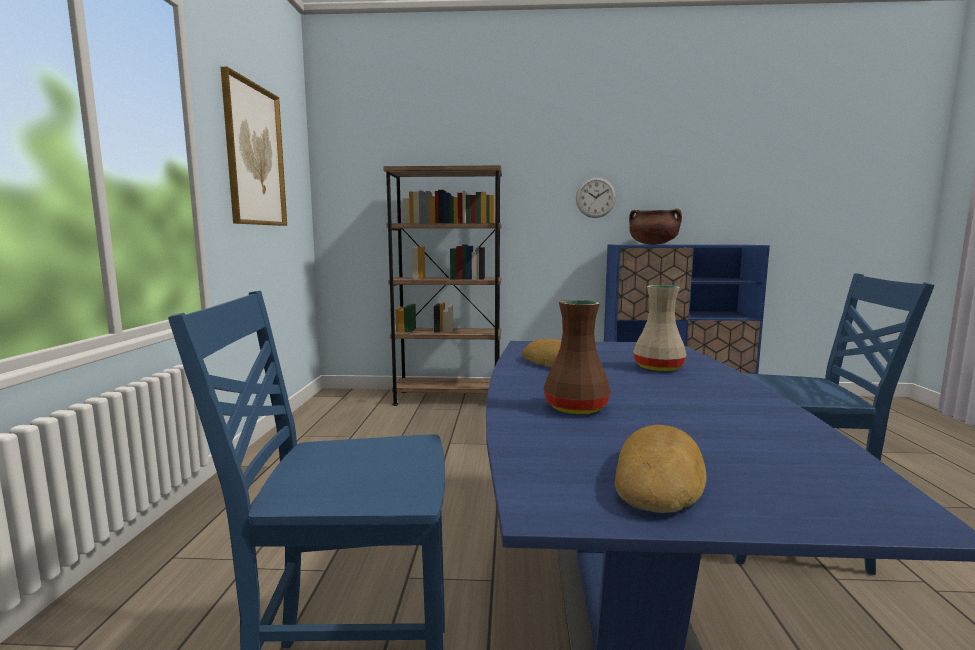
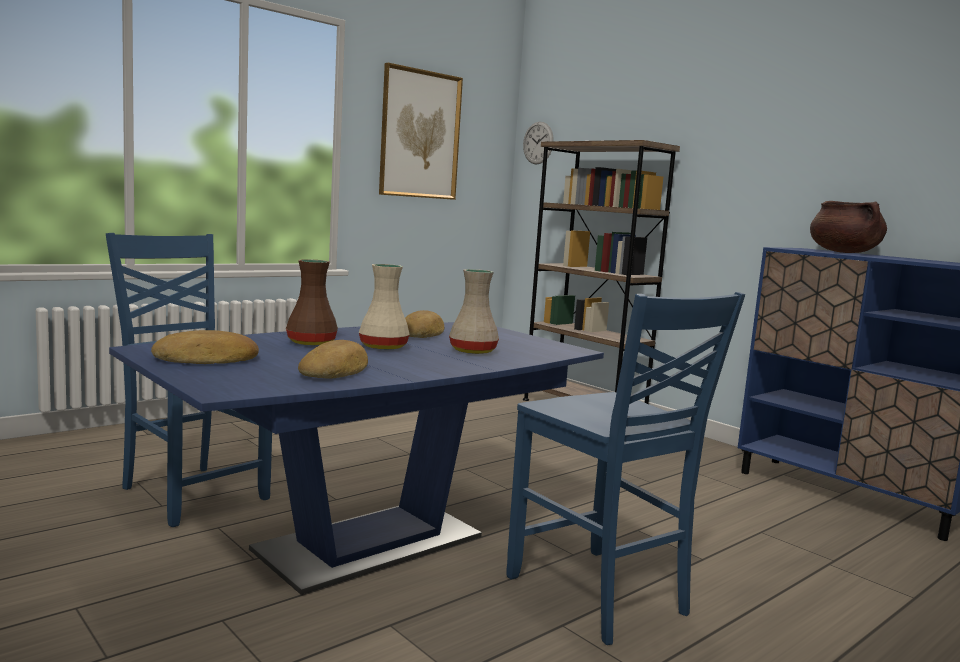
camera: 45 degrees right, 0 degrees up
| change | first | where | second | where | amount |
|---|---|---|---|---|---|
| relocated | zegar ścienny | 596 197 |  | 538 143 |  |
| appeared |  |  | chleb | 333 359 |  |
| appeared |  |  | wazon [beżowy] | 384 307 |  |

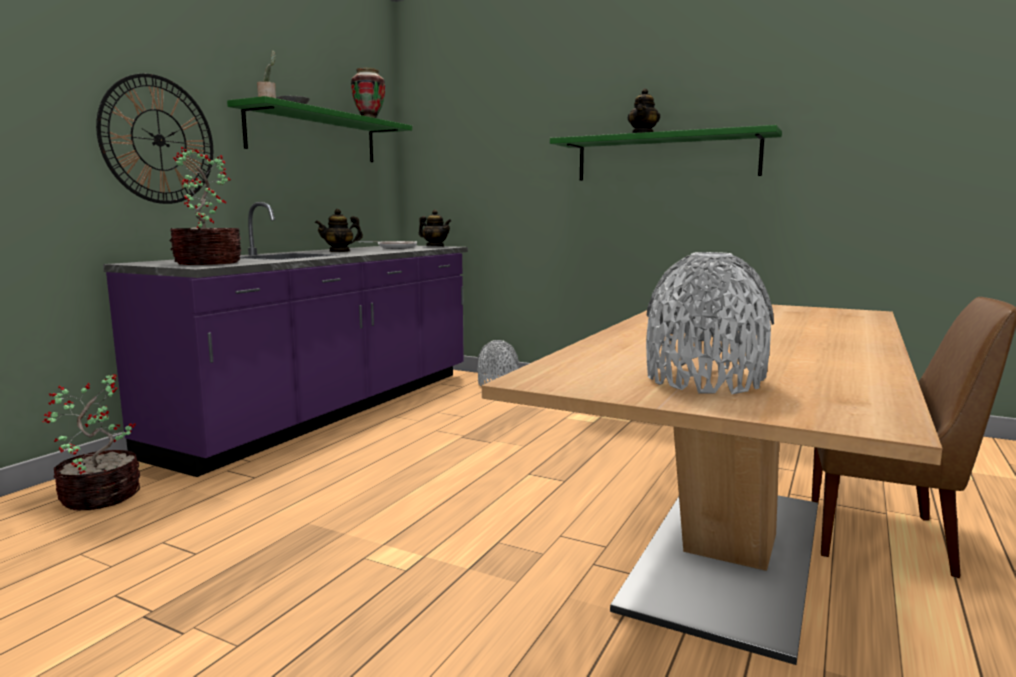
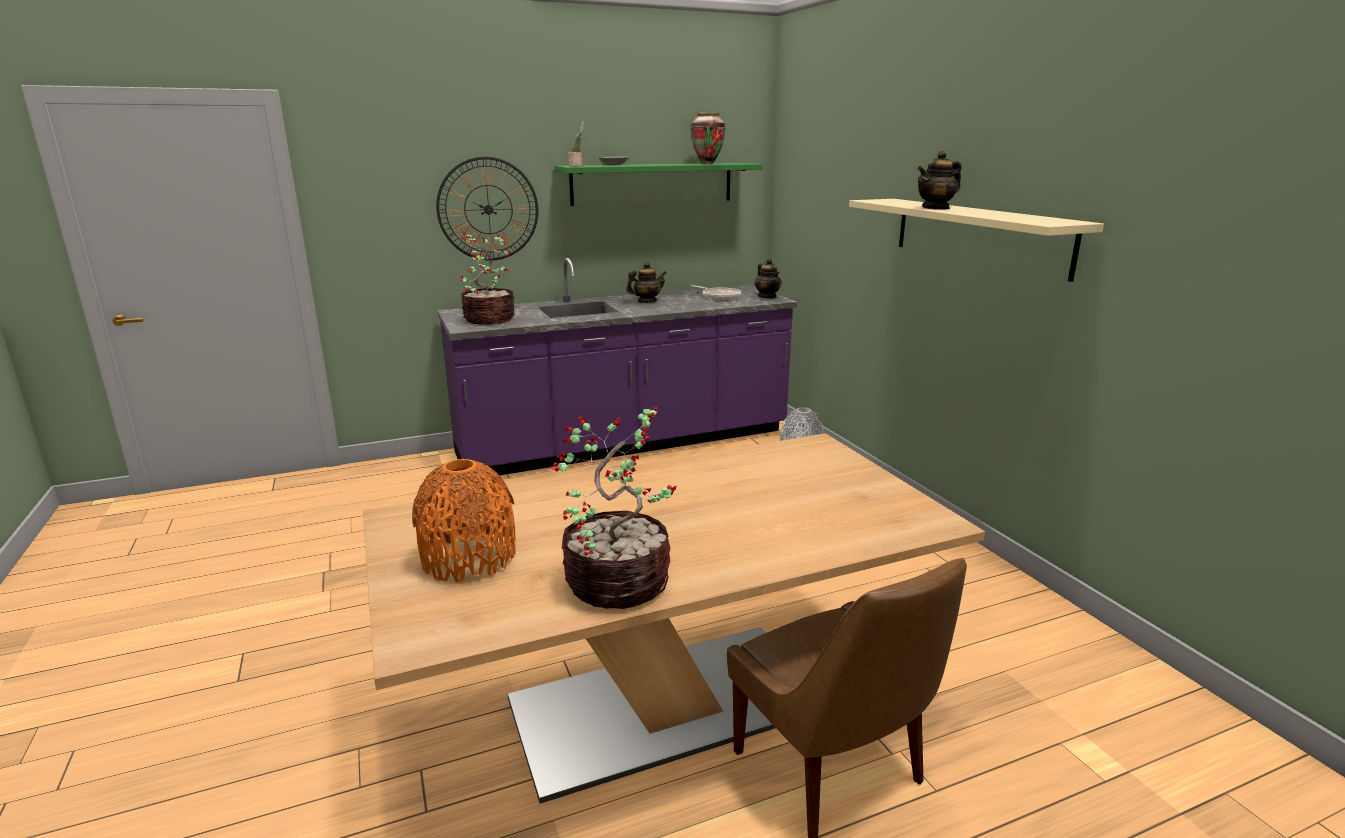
camera: 40 degrees right, 10 degrees up
| change | first | where | second | where | amount |
|---|---|---|---|---|---|
| relocated | roślina doniczkowa | 91 442 |  | 613 508 |  |
| spun | imbryk | 339 230 |  | 646 282 | 135 degrees clockwise |
| colour | półka [zielony] | 666 152 | półka [beżowy] | 976 240 |  |
| colour | wazon [szary] | 710 323 | wazon [pomarańczowy] | 463 520 |  |

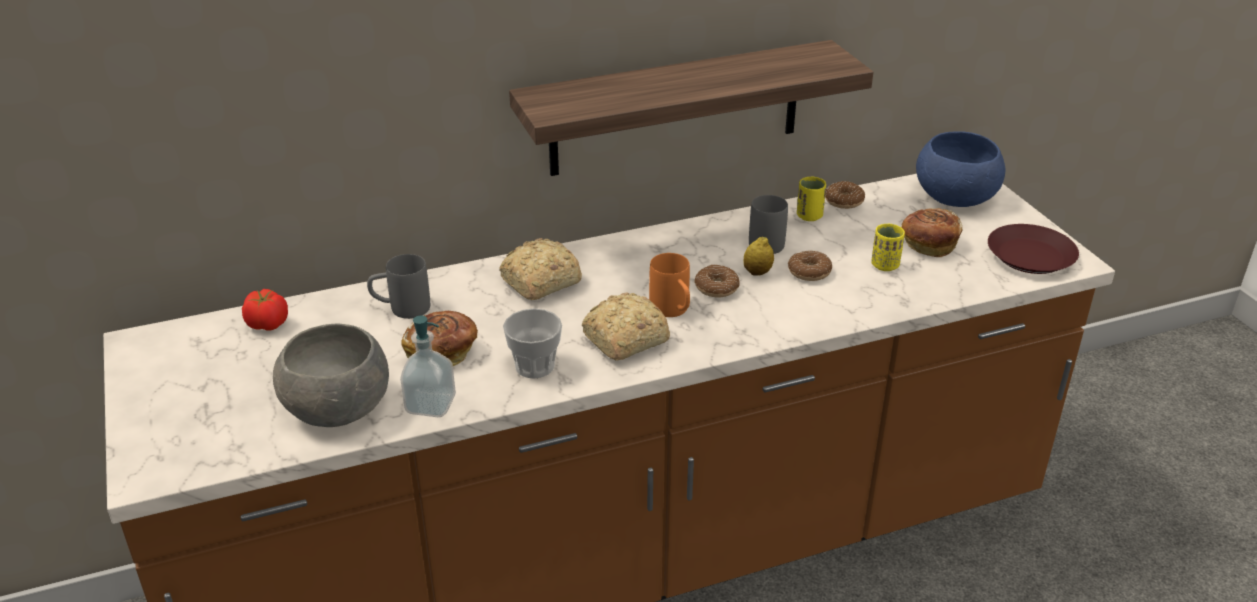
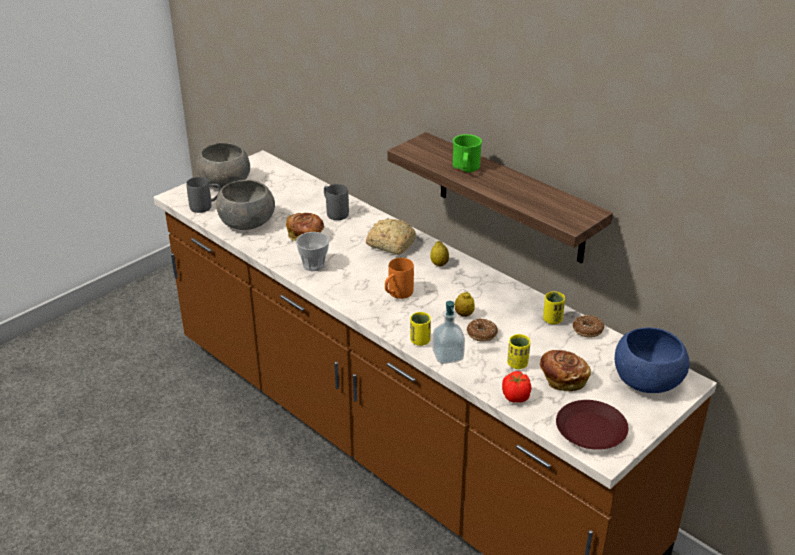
camera: 65 degrees right, 0 degrees up
| change | first | where | second | where | amount |
|---|---|---|---|---|---|
| relocated | pomidor | 265 310 |  | 516 387 |  |
| relocated | dozownik mydła | 428 366 |  | 448 332 |  |
| missing | chleb | 626 326 |  |  |  |
| missing | donut | 717 281 |  |  |  |
| relocated | kubek [szary] | 768 224 |  | 203 195 |  |
| appeared |  |  | miska [szary] | 223 165 |  |
| appeared |  |  | filiżanka [żółty] | 420 329 |  |
| appeared |  |  | cytryna | 439 254 |  |
| appeared |  |  | kubek [zielony] | 467 153 |  |

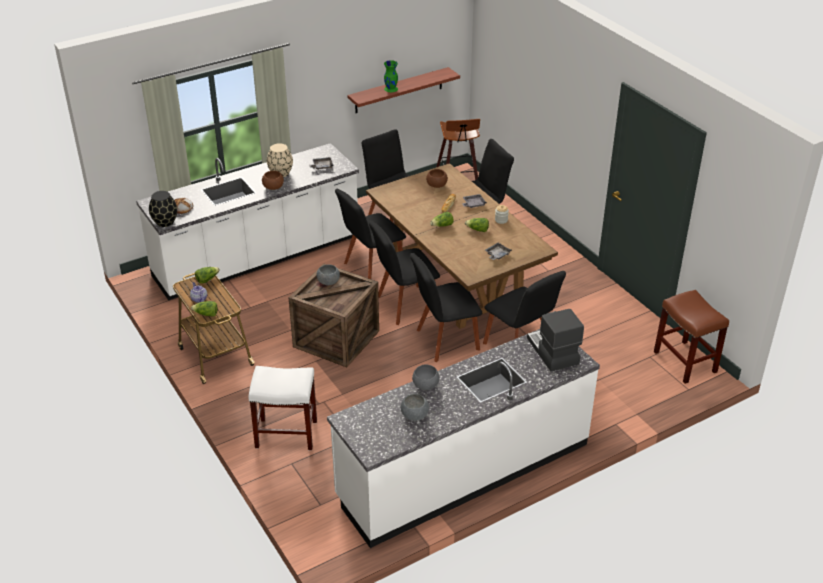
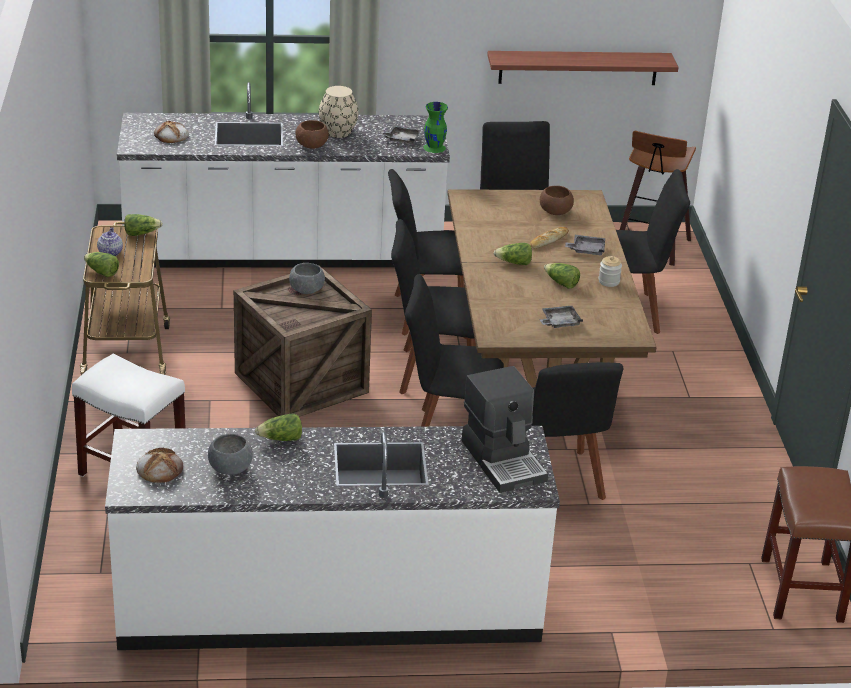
camera: 25 degrees right, 5 degrees down
| change | first | where | second | where | amount |
|---|---|---|---|---|---|
| missing | wazon [czarny] | 163 209 |  |  |  |
| relocated | wazon [zielony] | 391 76 |  | 435 127 |  |
| exchanged | miska [szary] | 425 377 | sałata | 278 427 |  |
| spun | ekspres do kawy | 555 340 |  | 505 429 | 150 degrees clockwise |
| appeared |  |  | chleb | 159 465 |  |

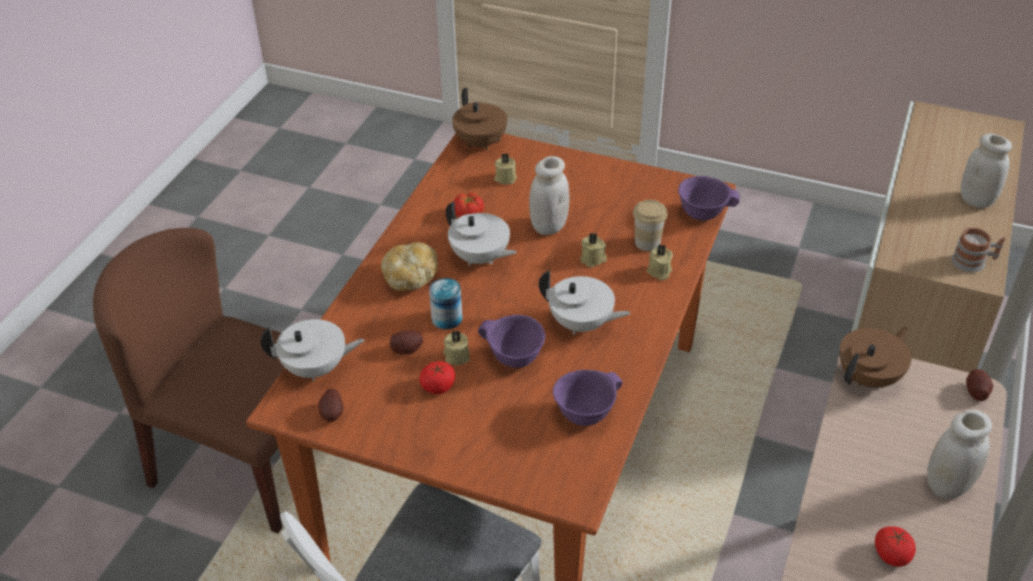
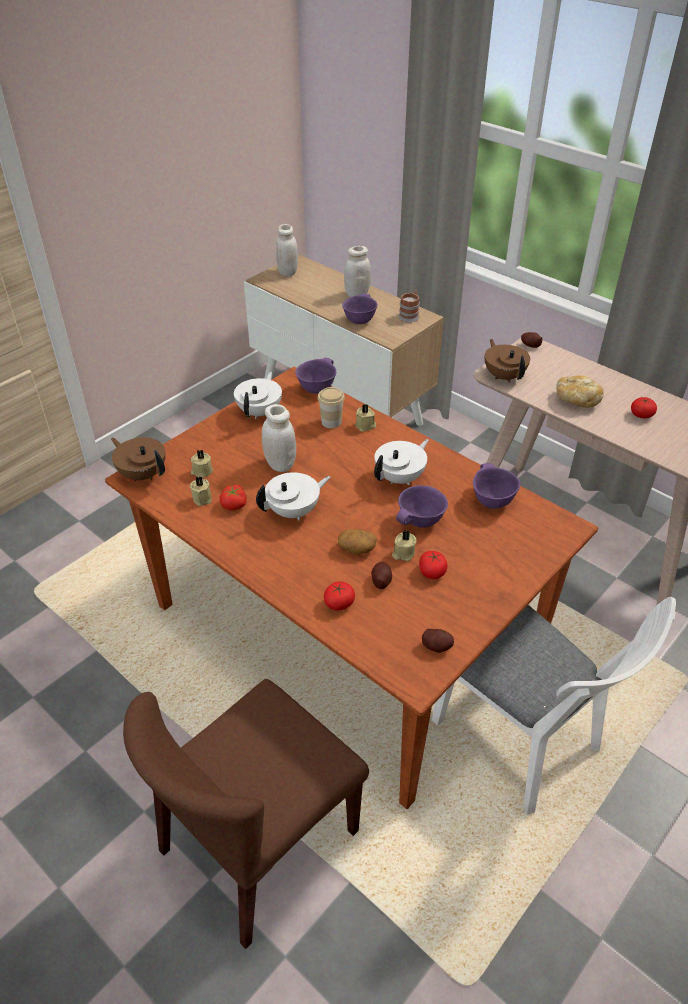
camera: 70 degrees left, 0 degrees up
| change | first | where | second | where | amount |
|---|---|---|---|---|---|
| relocated | imbryk [biały] | 313 350 |  | 258 395 |  |
| relocated | chleb | 409 266 |  | 580 391 |  |
| exchanged | puszka | 445 304 | ziemniak | 357 541 |  |
| spun | imbryk [brązowy] | 479 119 |  | 138 459 | 135 degrees counterclockwise |
| relocated | świeca [beżowy] | 593 249 |  | 201 491 |  |
| relocated | słoik [biały] | 959 454 |  | 287 250 |  |
| appeared |  |  | pomidor | 339 595 |  |
| appeared |  |  | miska [fioletowy] | 360 308 |  |

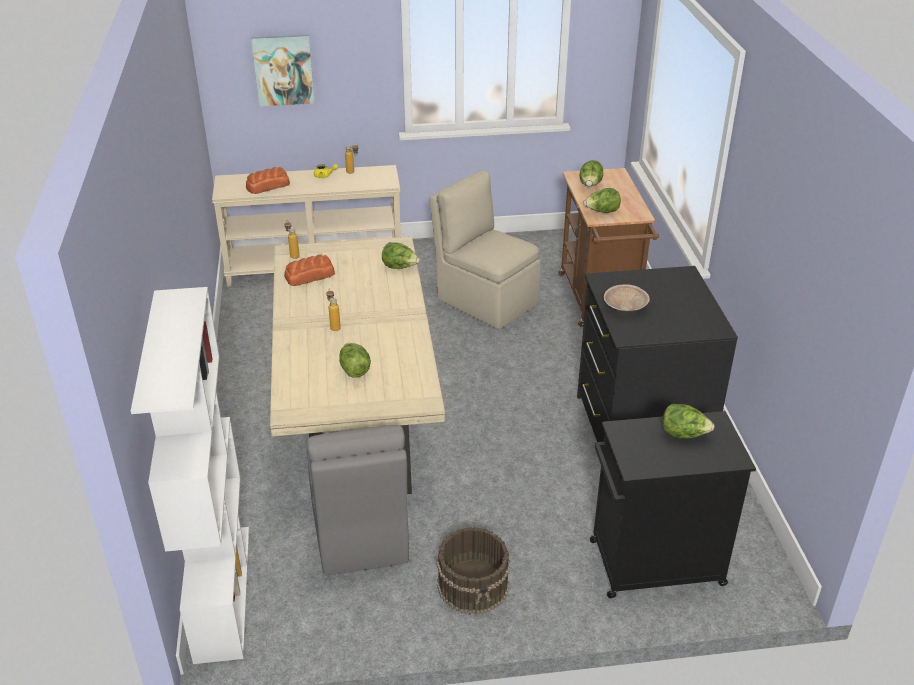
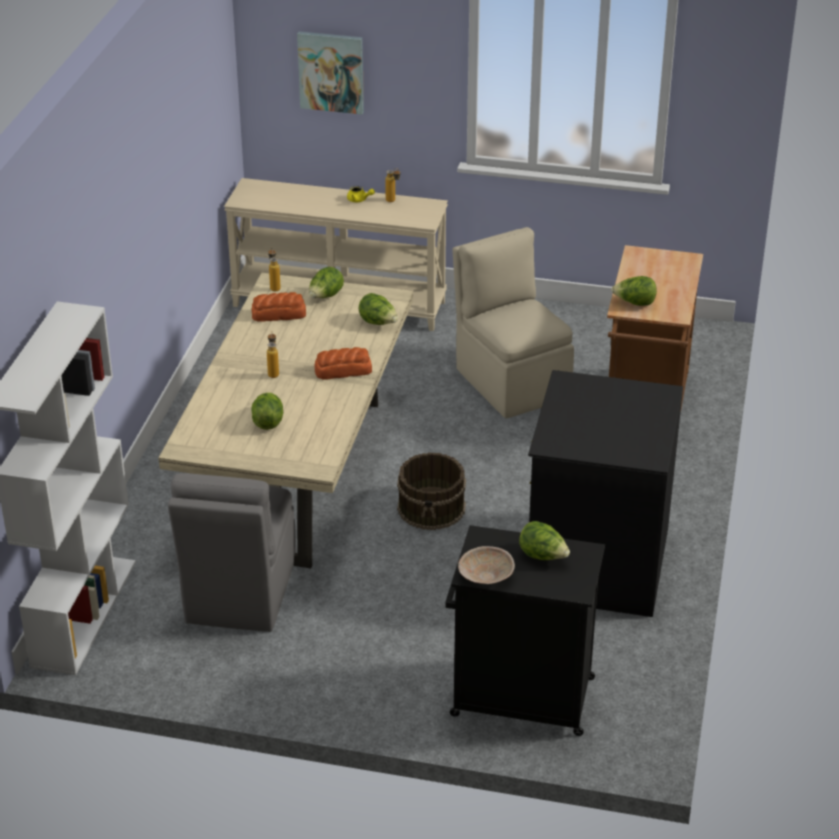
camera: 20 degrees right, 0 degrees up
| change | first | where | second | where | amount |
|---|---|---|---|---|---|
| relocated | chleb | 268 180 |  | 343 363 |  |
| relocated | wiadro [brązowy] | 473 571 |  | 431 491 |  |
| relocated | sałata | 591 173 |  | 326 282 |  |
| relocated | miska [beżowy] | 627 298 |  | 486 565 |  |

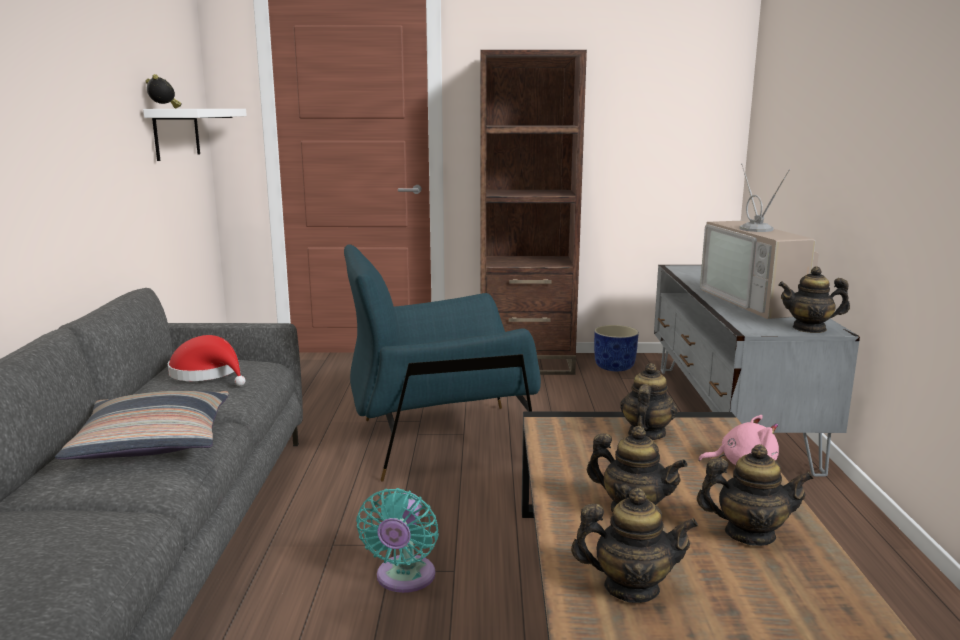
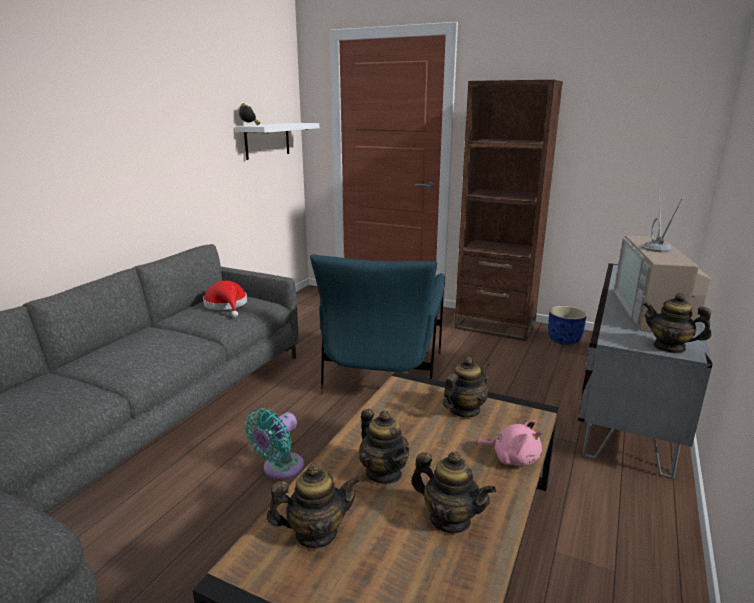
camera: 25 degrees right, 5 degrees up
| change | first | where | second | where | amount |
|---|---|---|---|---|---|
| missing | poduszka | 142 425 |  |  |  |
| spun | fotel [niebieski] | 442 363 |  | 377 324 | 90 degrees counterclockwise |
| spun | imbryk | 634 545 |  | 313 506 | 45 degrees counterclockwise |

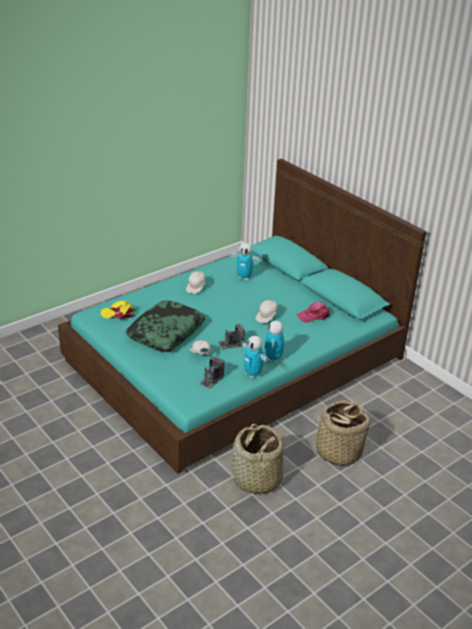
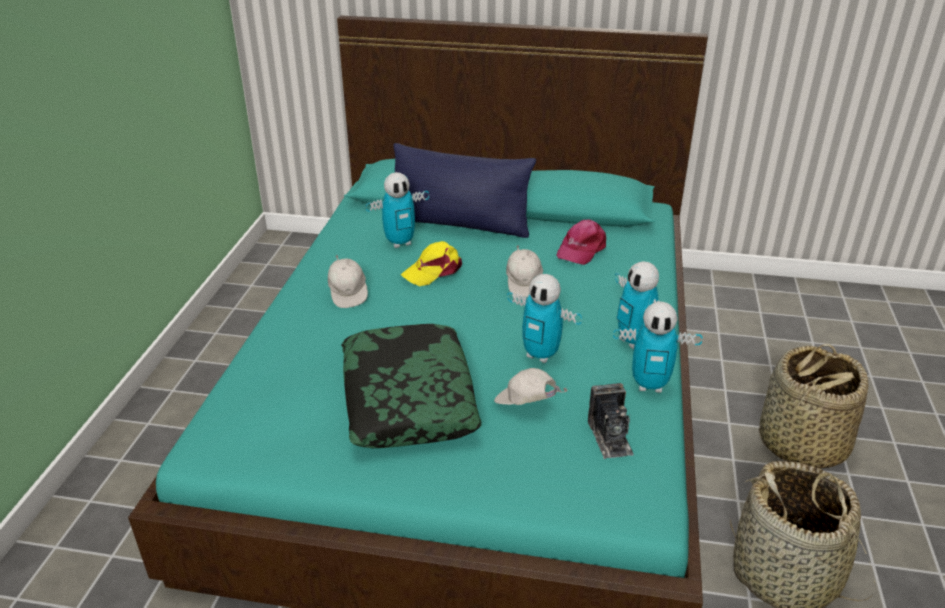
camera: 40 degrees left, 0 degrees up
| change | first | where | second | where | amount |
|---|---|---|---|---|---|
| relocated | czapka z daszkiem [żółty] | 118 310 |  | 431 263 |  |
| exchanged | aparat fotograficzny | 231 336 | robot zabawkowy | 544 318 |  |
| appeared |  |  | poduszka [niebieski] | 464 190 |  |

